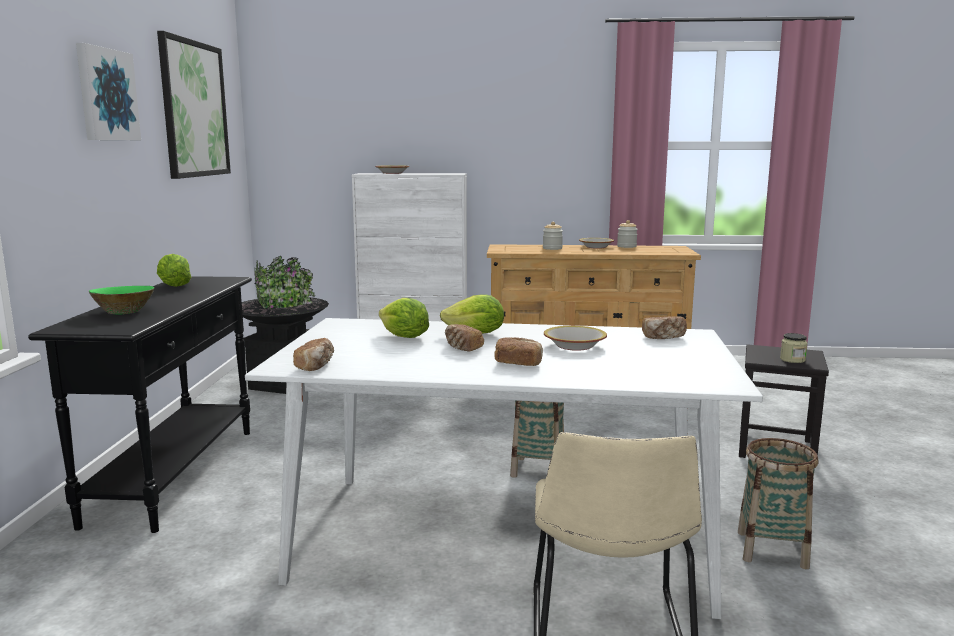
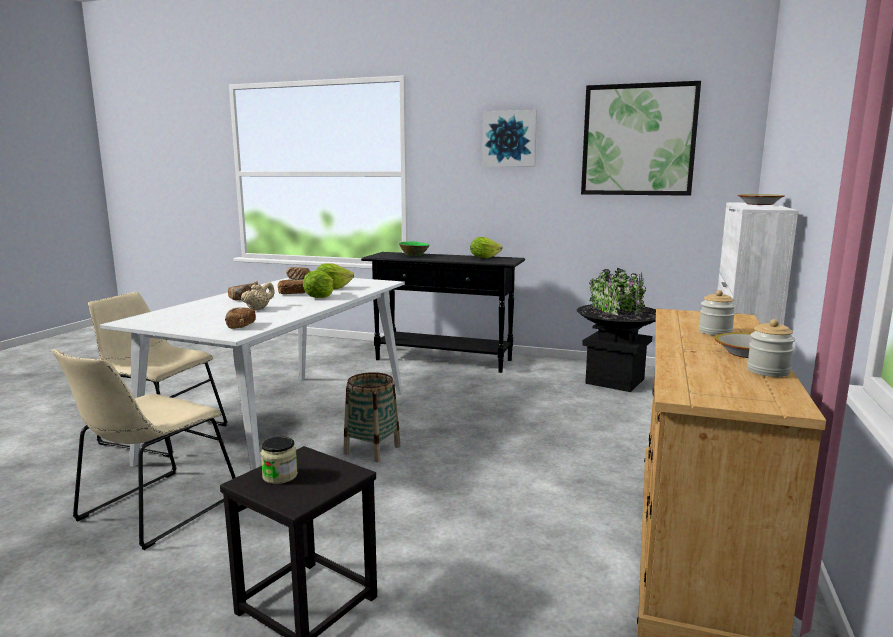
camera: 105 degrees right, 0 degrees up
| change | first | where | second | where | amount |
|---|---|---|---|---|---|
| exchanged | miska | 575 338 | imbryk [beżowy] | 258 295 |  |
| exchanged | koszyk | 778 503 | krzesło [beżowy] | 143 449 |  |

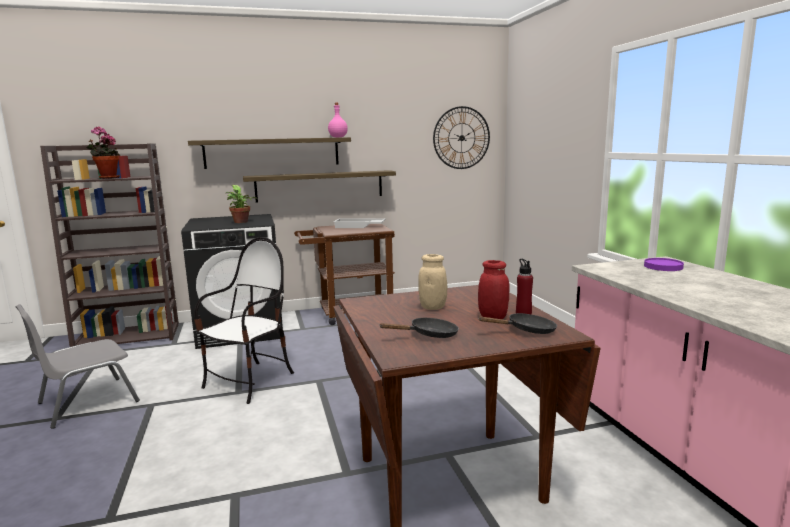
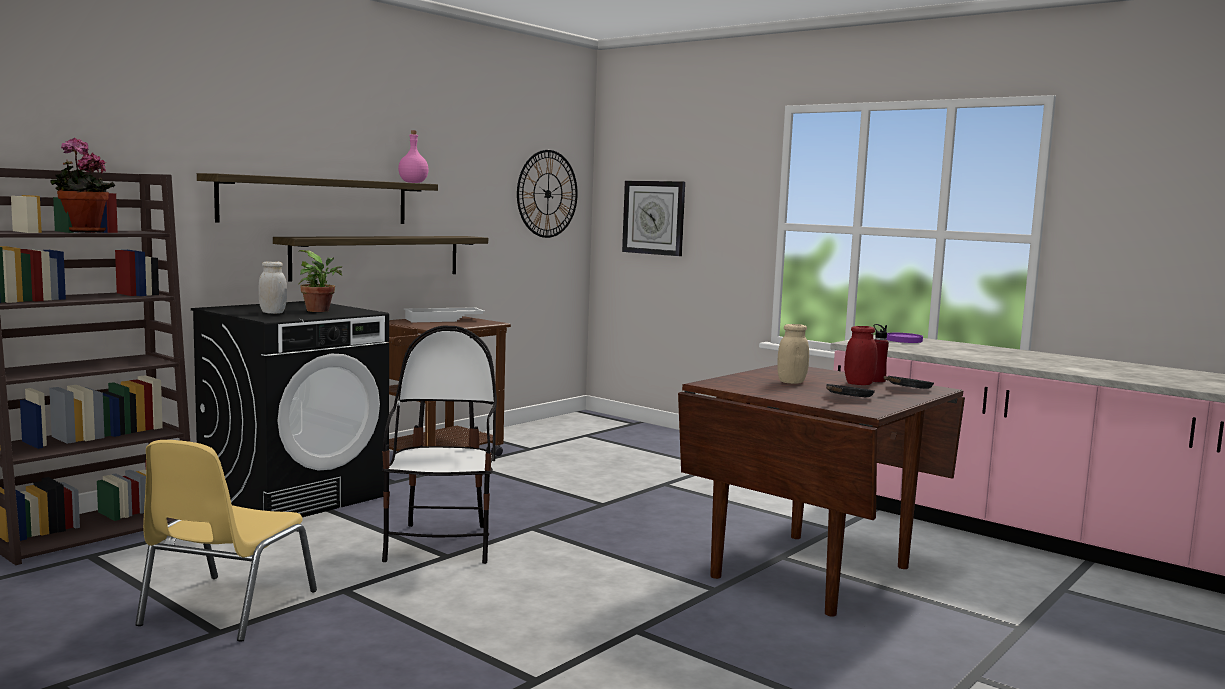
camera: 35 degrees left, 5 degrees down
| change | first | where | second | where | amount |
|---|---|---|---|---|---|
| colour | krzesło [szary] | 78 366 | krzesło [żółty] | 226 540 |  |
| appeared |  |  | słoik [biały] | 273 287 |  |
| appeared |  |  | zegar ścienny | 653 218 |  |

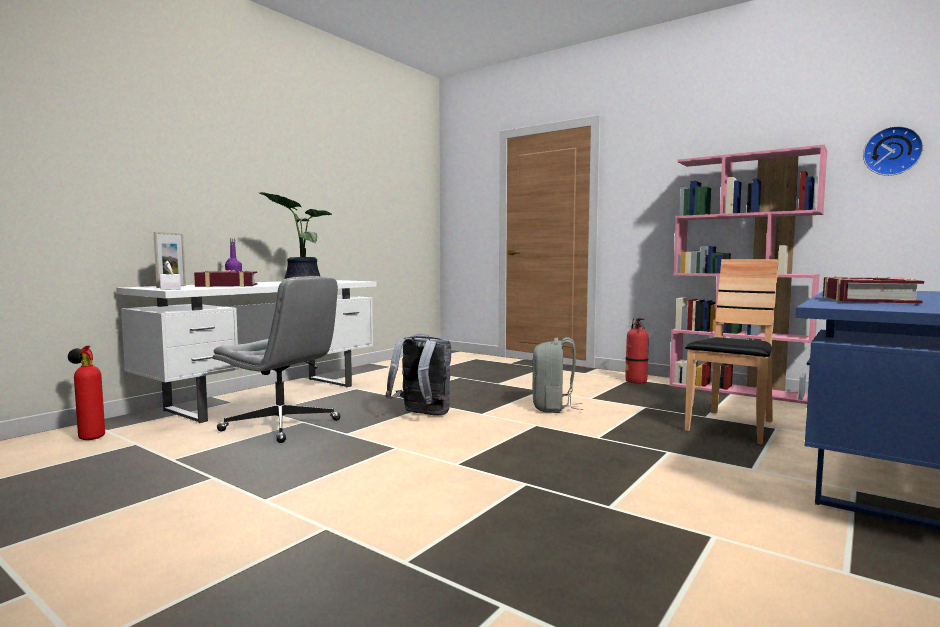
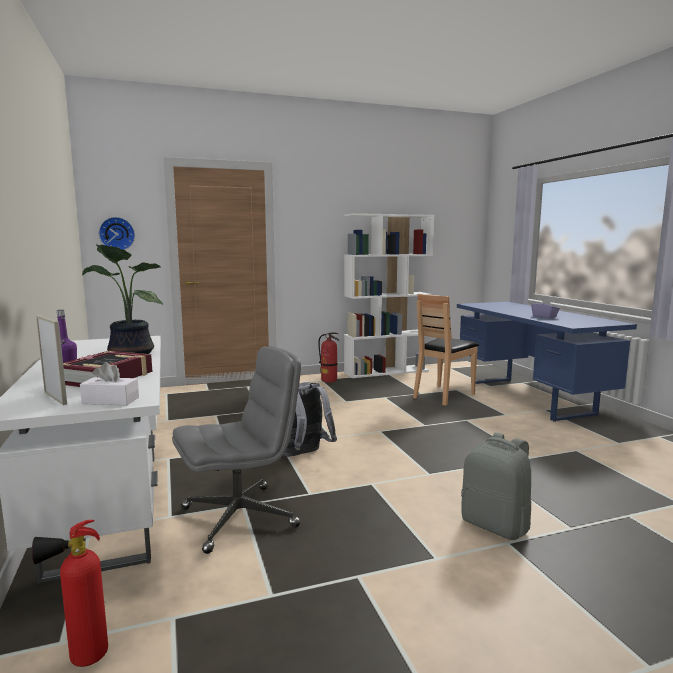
camera: 55 degrees left, 5 degrees up
| change | first | where | second | where | amount |
|---|---|---|---|---|---|
| relocated | plecak [szary] | 558 375 |  | 496 486 |  |
| colour | regał [różowy] | 748 274 | regał [biały] | 389 295 |  |
| spun | krzesło [brązowy] | 731 351 |  | 446 350 | 120 degrees counterclockwise |
| exchanged | książka | 873 289 | pudełko chusteczek [fioletowy] | 545 308 |  |
| relocated | zegar ścienny | 893 151 |  | 117 233 |  |

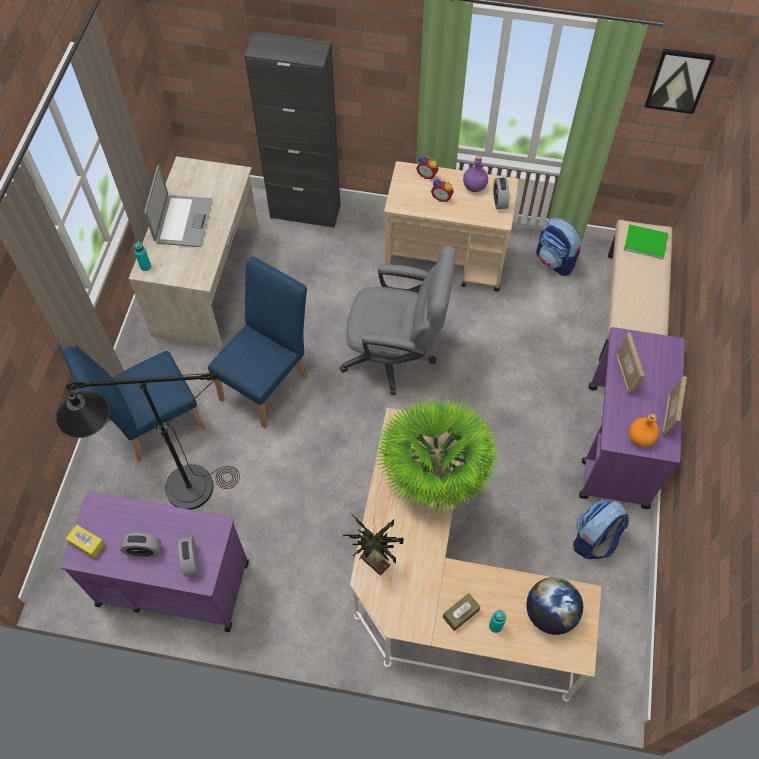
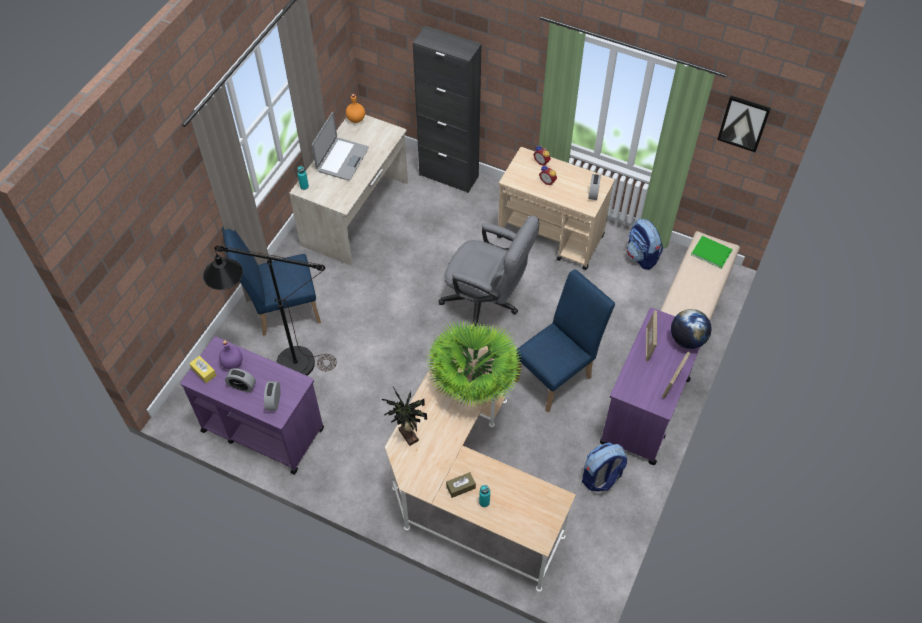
camera: 15 degrees right, 5 degrees down
| change | first | where | second | where | amount |
|---|---|---|---|---|---|
| relocated | krzesło [niebieski] | 257 342 |  | 564 340 |  |
| relocated | butelka [fioletowy] | 475 174 |  | 231 354 |  |
| relocated | globus | 554 606 |  | 691 329 |  |
| relocated | butelka [pomarańczowy] | 644 430 |  | 355 108 |  |

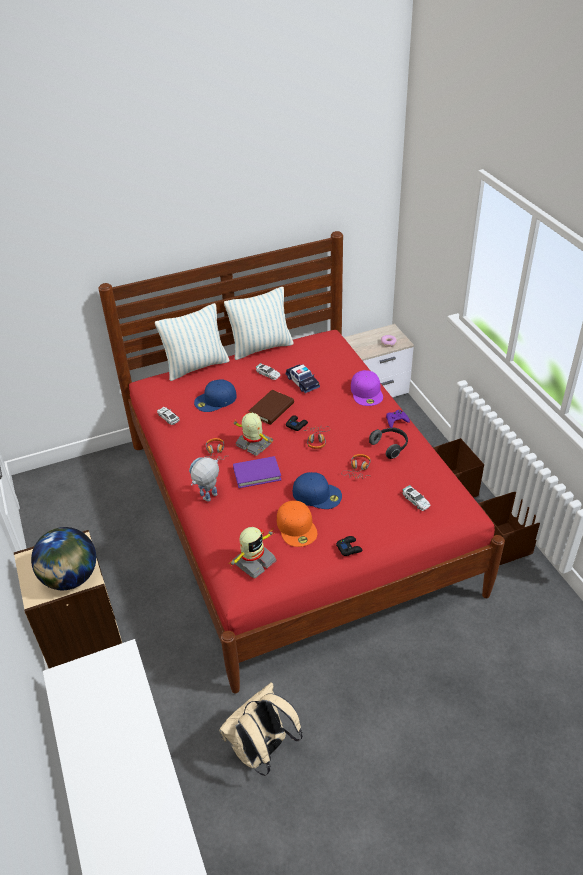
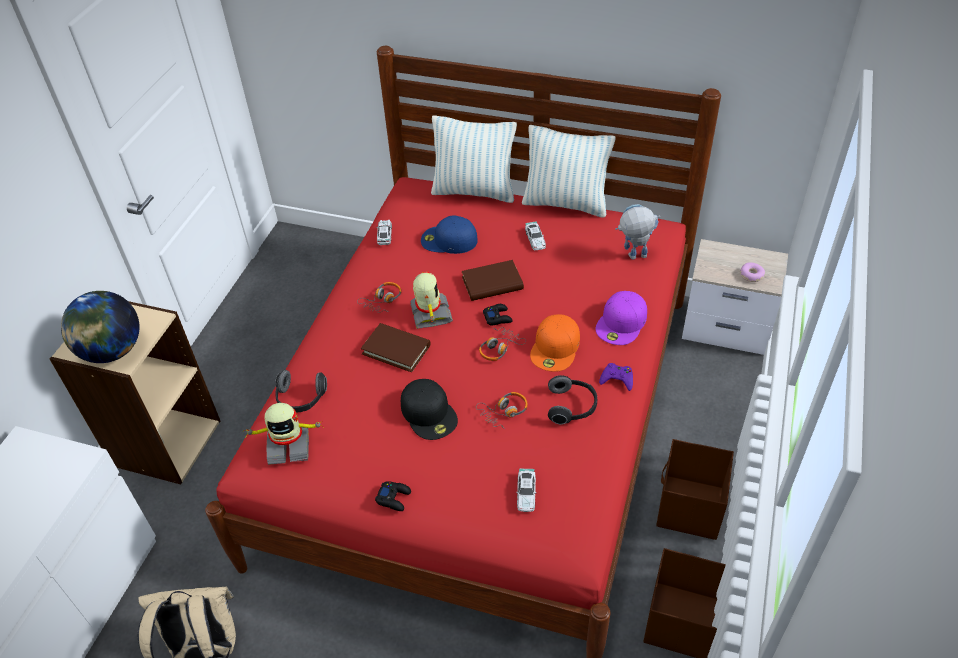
camera: 40 degrees right, 5 degrees up
| change | first | where | second | where | amount |
|---|---|---|---|---|---|
| relocated | robot zabawkowy | 204 479 |  | 637 232 |  |
| colour | książka [fioletowy] | 257 472 | książka [brązowy] | 396 347 |  |
| relocated | czapka z daszkiem [pomarańczowy] | 297 524 |  | 555 343 |  |
| missing | samochodzik | 302 378 |  |  |  |
| colour | czapka z daszkiem [niebieski] | 317 490 | czapka z daszkiem [czarny] | 429 409 |  |
| appeared |  |  | słuchawki | 301 391 |  |

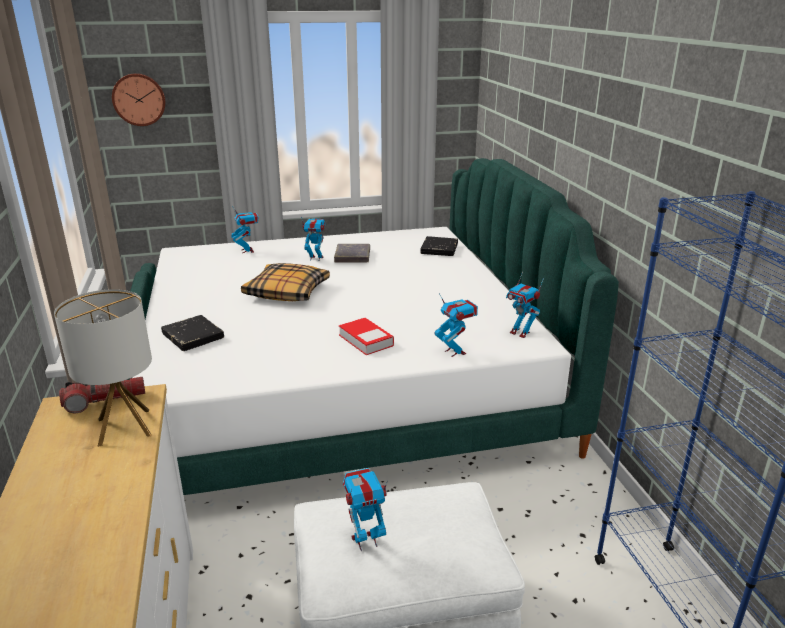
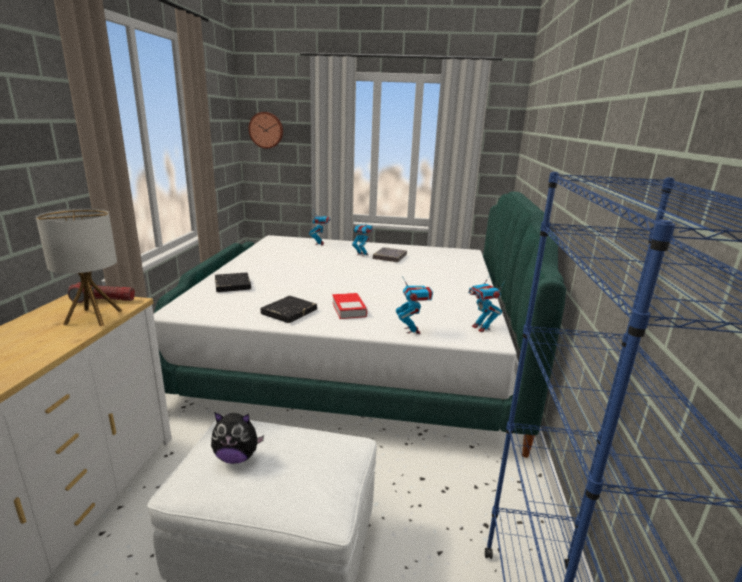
camera: 20 degrees right, 5 degrees down
| change | first | where | second | where | amount |
|---|---|---|---|---|---|
| missing | poduszka | 285 282 |  |  |  |
| exchanged | robot zabawkowy | 365 509 | pluszak | 237 438 |  |
| relocated | książka [czarny] | 439 246 |  | 289 309 |  |

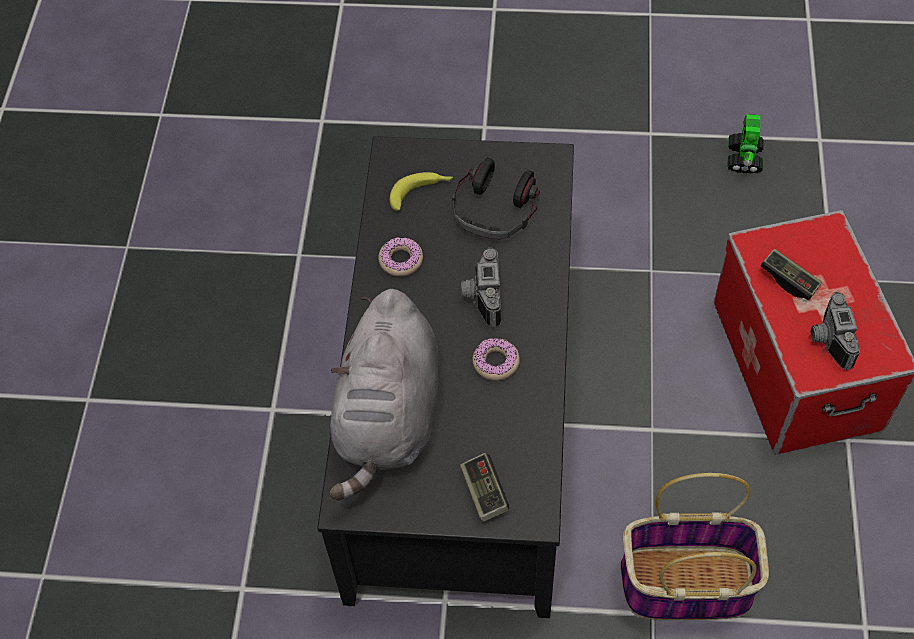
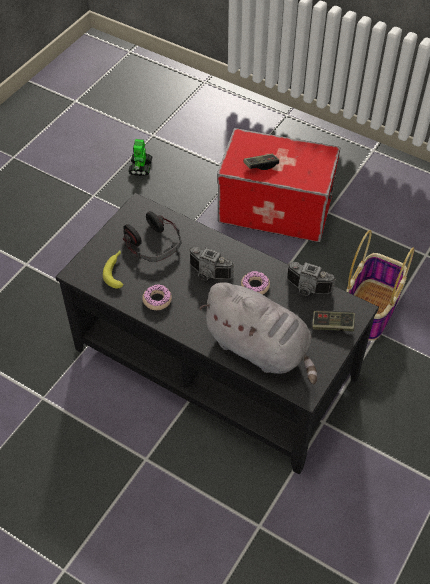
camera: 65 degrees left, 5 degrees down
| change | first | where | second | where | amount |
|---|---|---|---|---|---|
| spun | robot zabawkowy | 745 143 |  | 140 157 | 60 degrees clockwise |
| relocated | aparat fotograficzny | 835 331 |  | 311 279 |  |

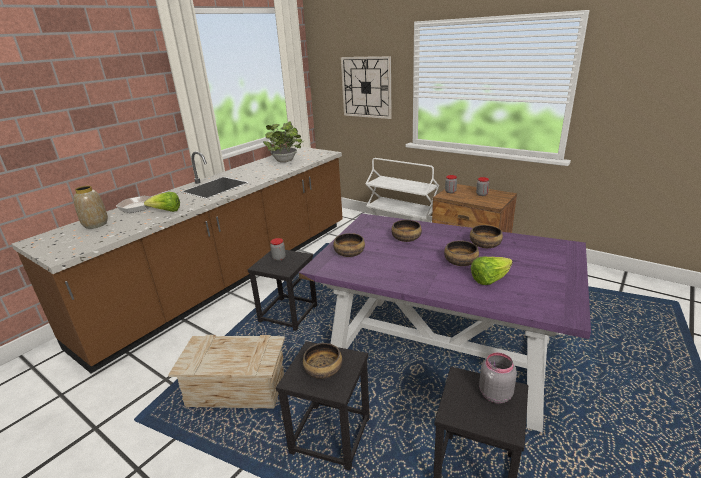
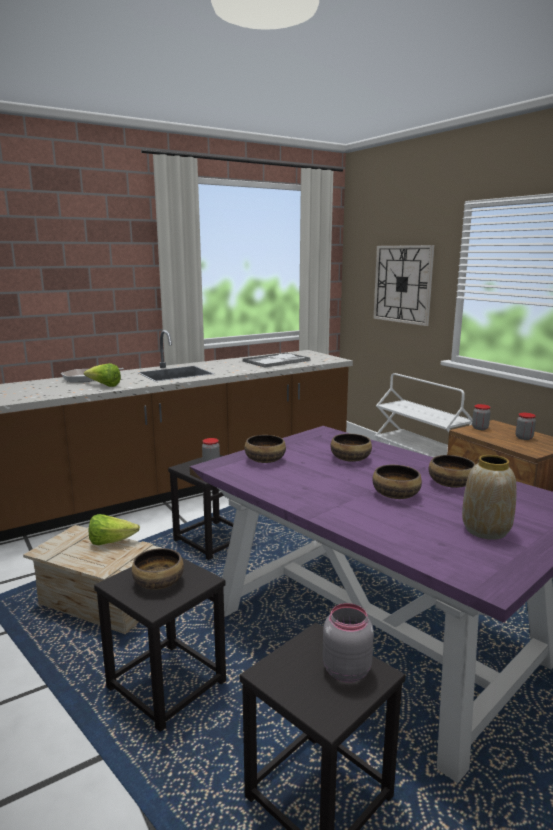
camera: 20 degrees right, 10 degrees down
| change | first | where | second | where | amount |
|---|---|---|---|---|---|
| relocated | wazon | 90 207 |  | 489 497 |  |
| exchanged | roślina doniczkowa | 283 142 | taca | 276 359 |  |
| relocated | sałata | 492 271 |  | 114 529 |  |

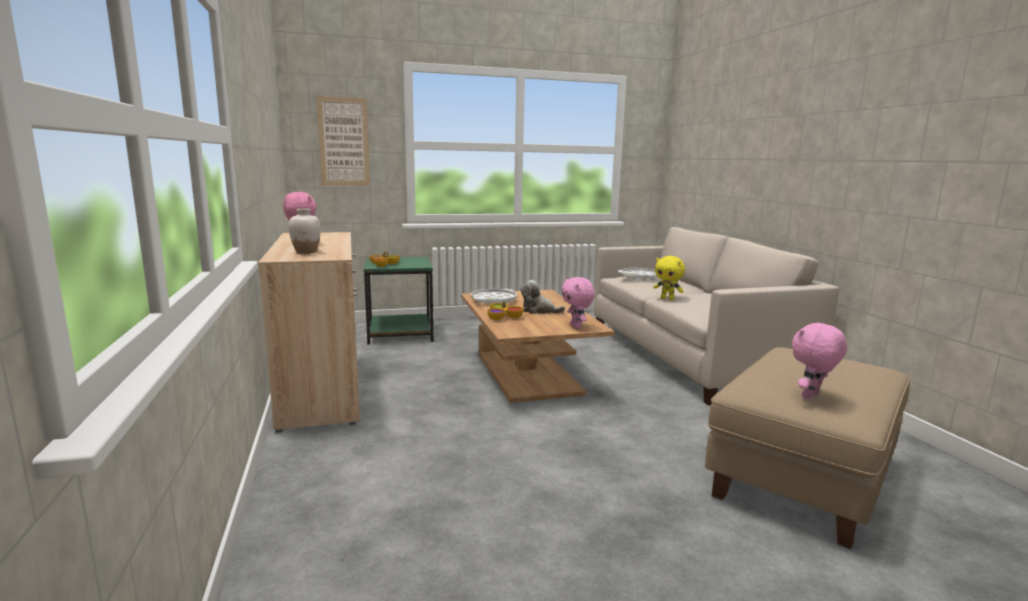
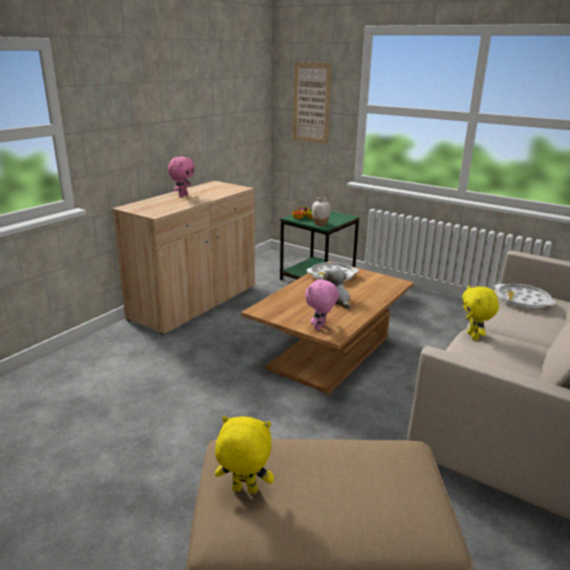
camera: 50 degrees right, 10 degrees up
| change | first | where | second | where | amount |
|---|---|---|---|---|---|
| relocated | wazon [biały] | 304 231 |  | 321 211 |  |
| missing | miska | 505 310 |  |  |  |
| colour | pluszak [różowy] | 819 361 | pluszak [żółty] | 244 455 |  |

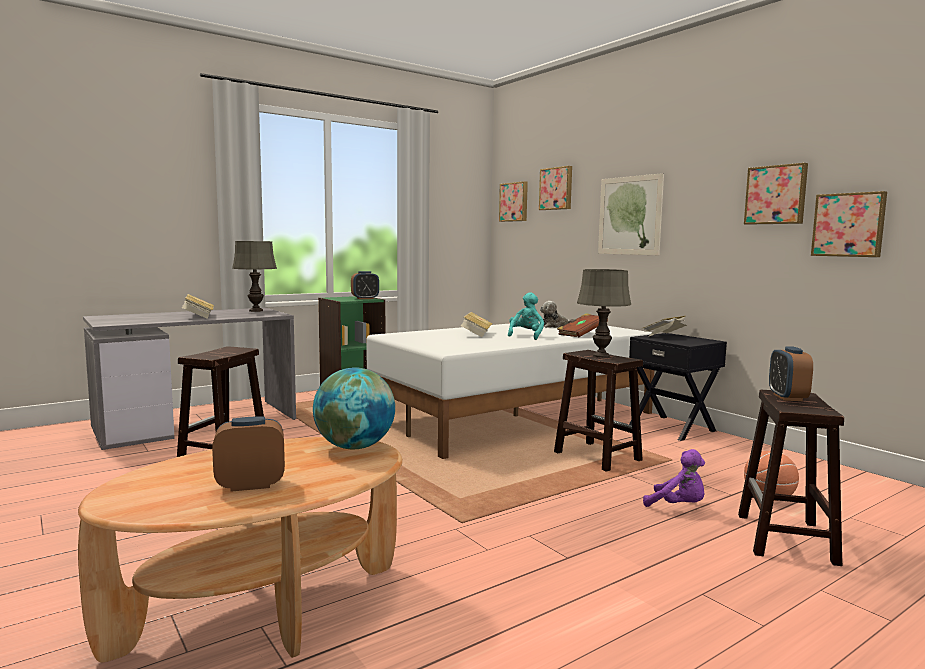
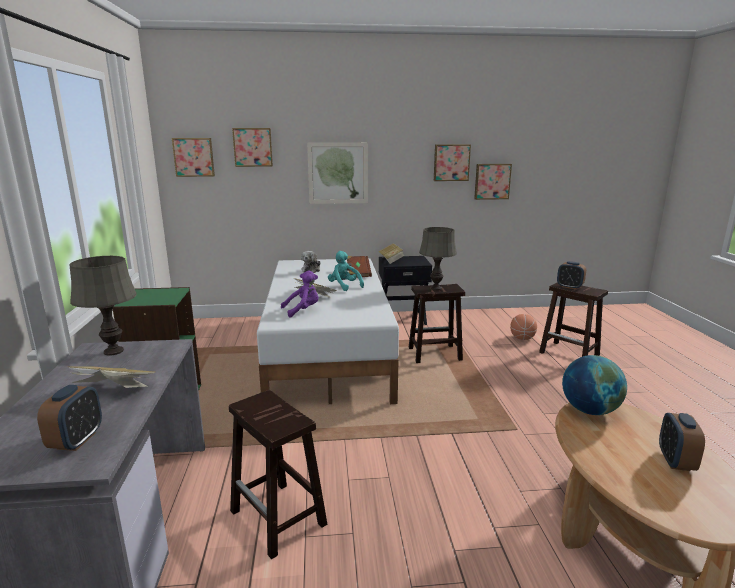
camera: 60 degrees left, 10 degrees up
| change | first | where | second | where | amount |
|---|---|---|---|---|---|
| relocated | budzik | 365 285 |  | 69 418 |  |
| relocated | pluszak [fioletowy] | 674 478 |  | 300 294 |  |

